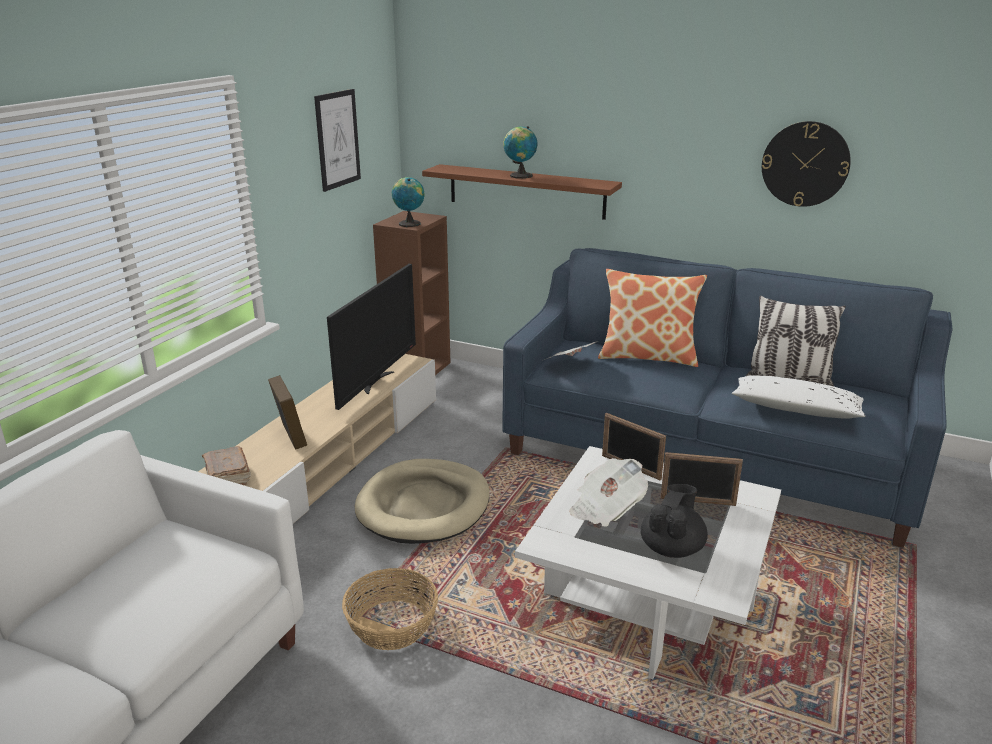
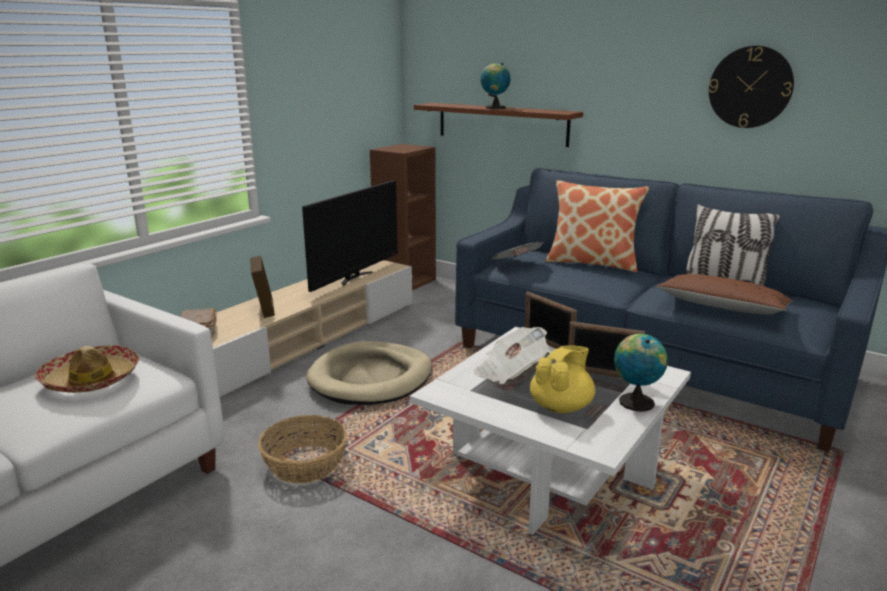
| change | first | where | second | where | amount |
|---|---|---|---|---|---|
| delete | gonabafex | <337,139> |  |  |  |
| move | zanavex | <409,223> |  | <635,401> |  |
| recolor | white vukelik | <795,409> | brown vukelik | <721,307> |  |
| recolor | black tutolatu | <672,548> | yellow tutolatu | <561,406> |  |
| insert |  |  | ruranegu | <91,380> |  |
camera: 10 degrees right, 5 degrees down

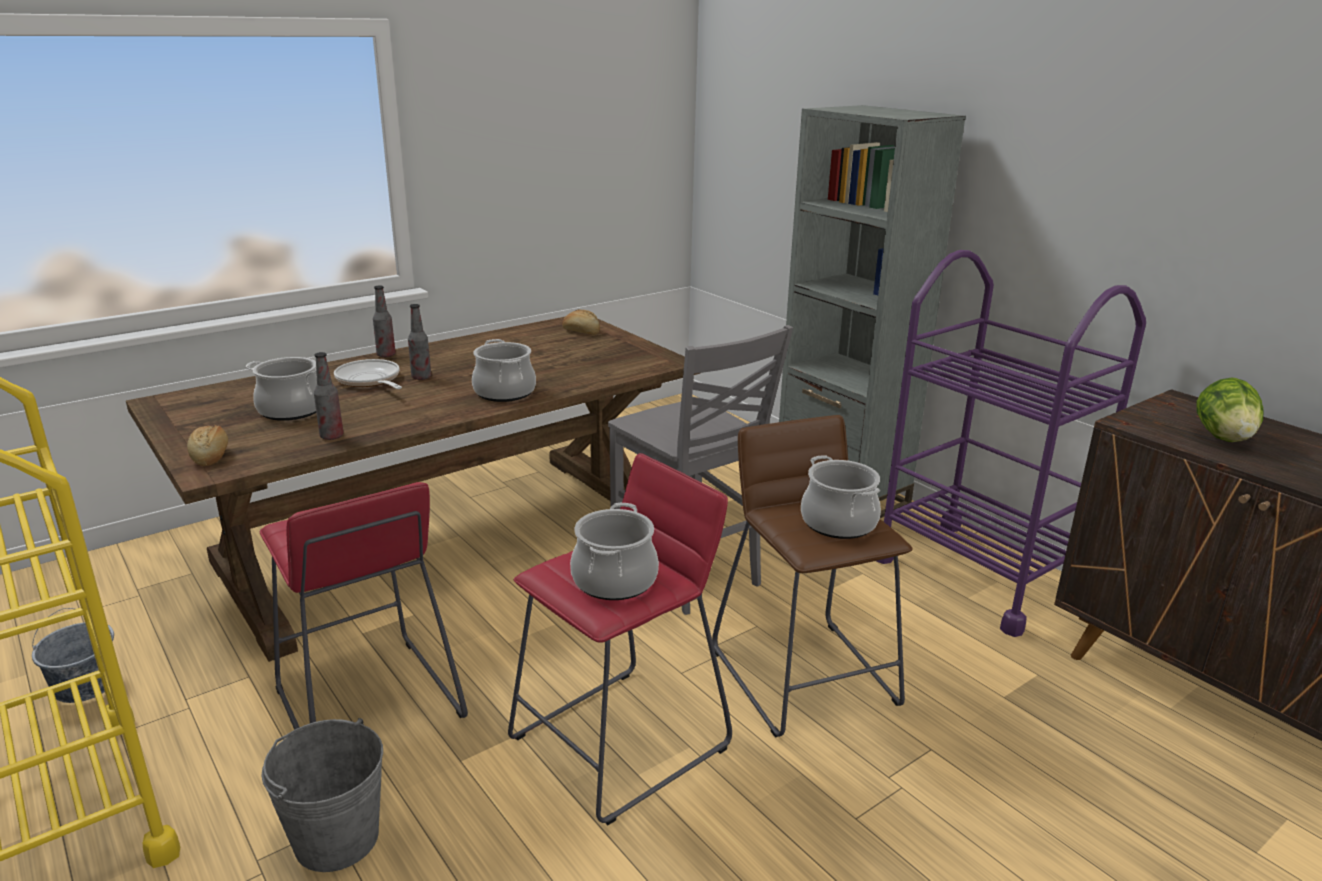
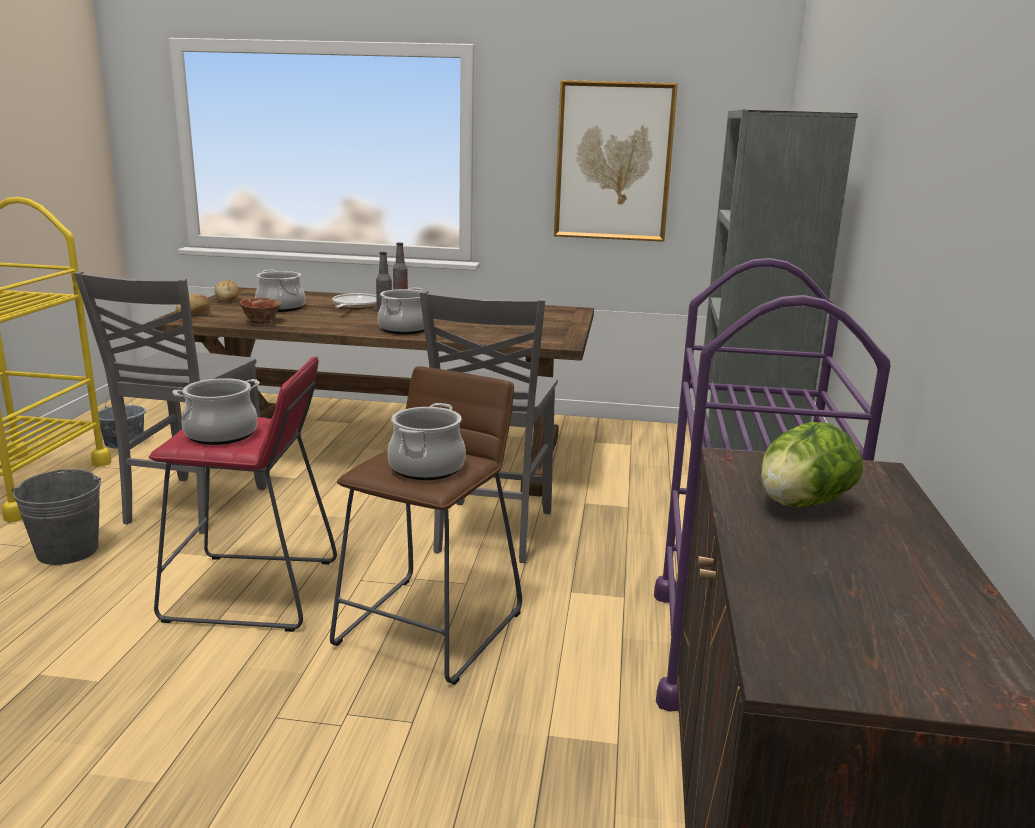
| change | first | where | second | where | amount |
|---|---|---|---|---|---|
| move | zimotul | <581,331> |  | <227,299> |  |
| replace | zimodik | <332,436> | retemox | <261,322> |  |
| replace | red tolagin | <368,704> | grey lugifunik | <192,506> |  |
| insert |  |  | gonabafex | <613,162> |  |
camera: 45 degrees right, 5 degrees down

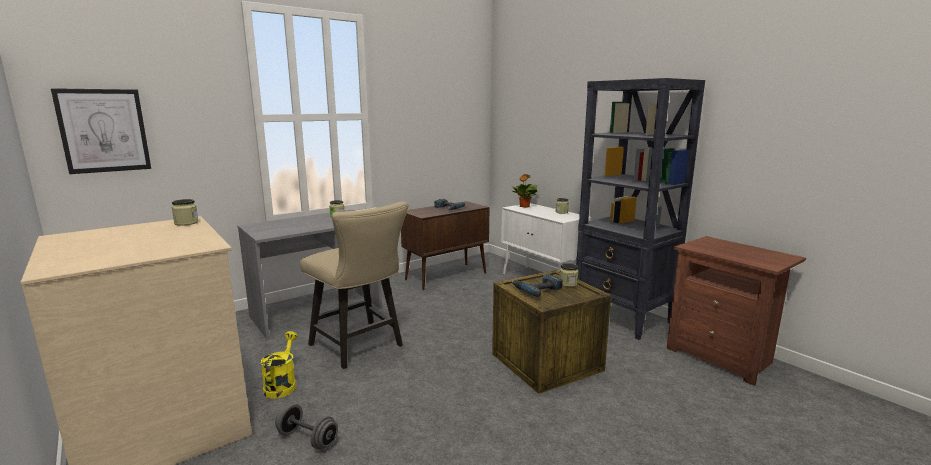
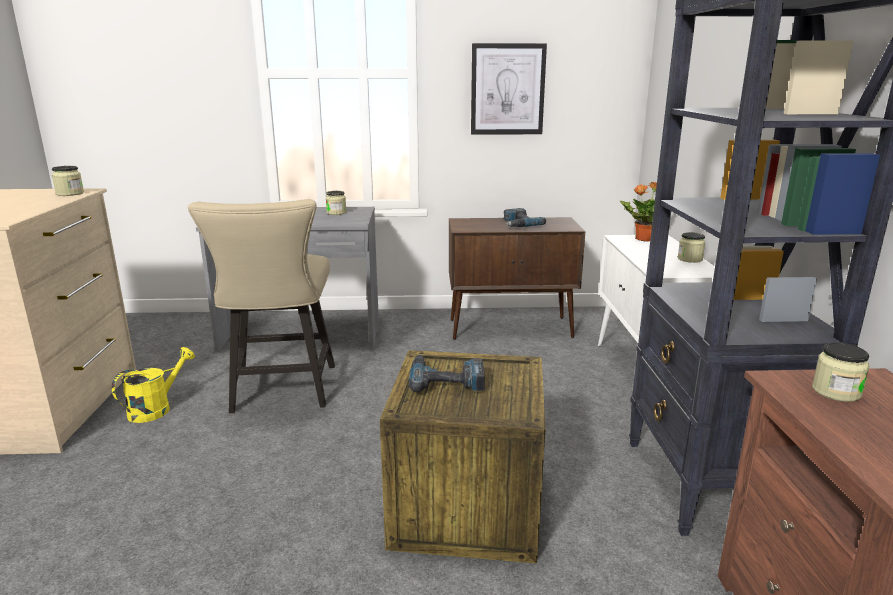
| change | first | where | second | where | amount |
|---|---|---|---|---|---|
| move | gonabafex | <104,131> |  | <507,89> |  |
| move | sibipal | <568,284> |  | <836,392> |  |
| delete | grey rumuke | <307,439> |  |  |  |
camera: 35 degrees right, 5 degrees up

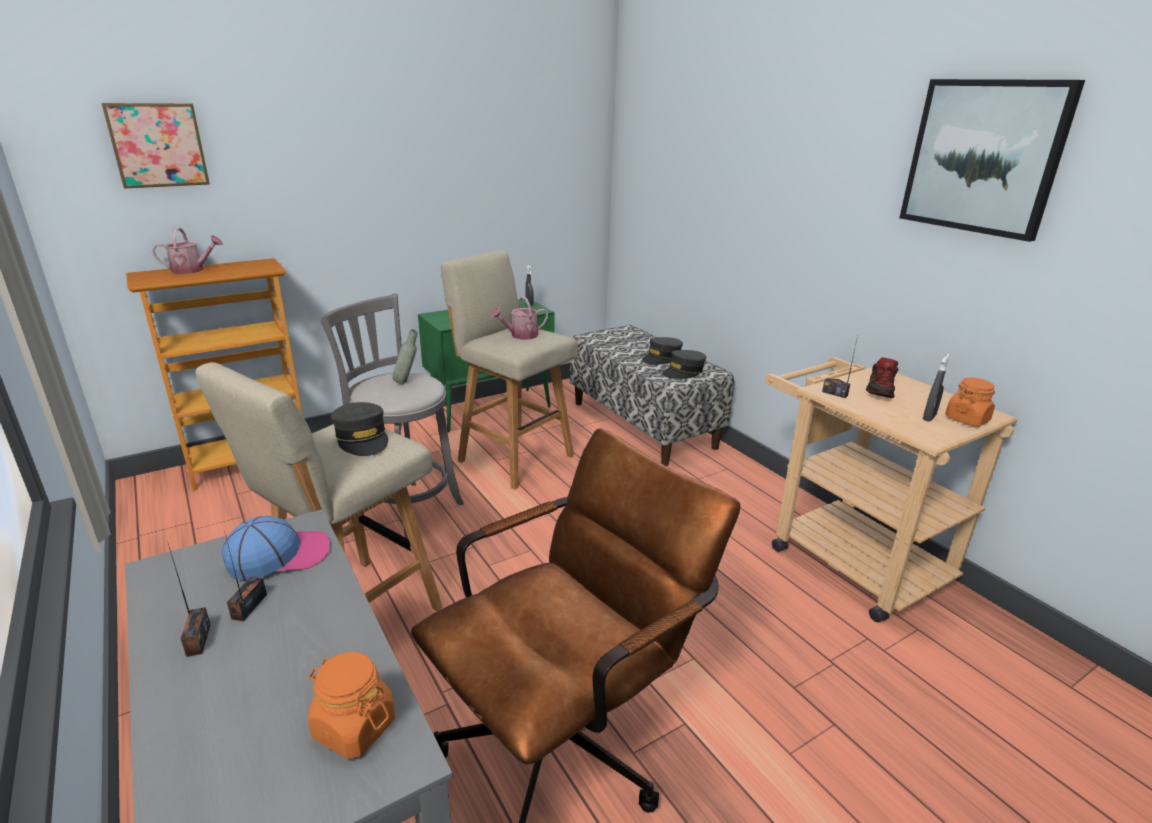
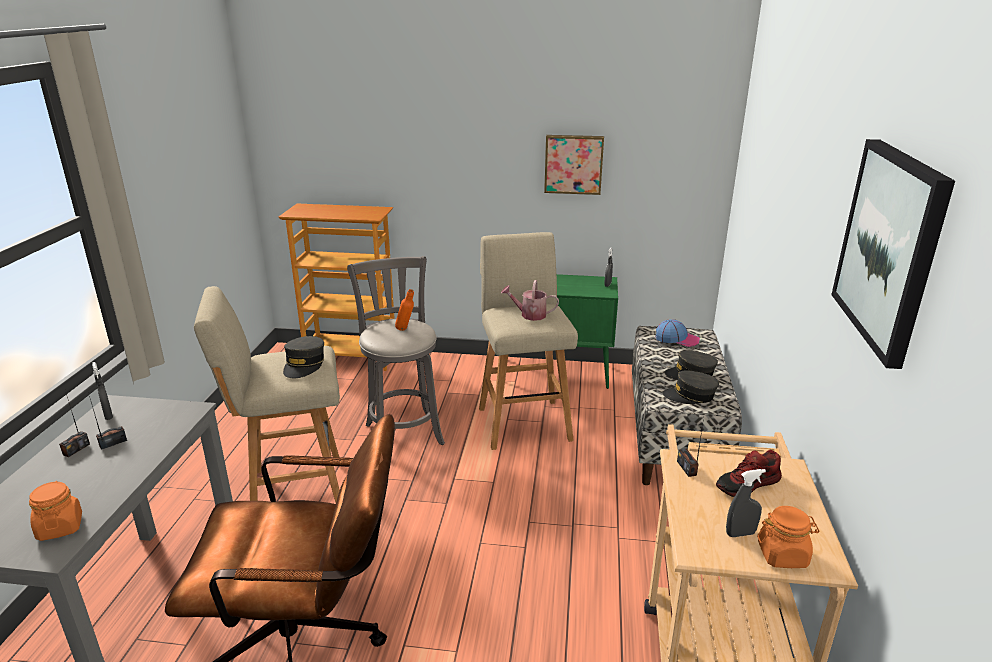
| change | first | where | second | where | amount |
|---|---|---|---|---|---|
| move | gonabafex | <158,145> |  | <573,164> |  |
| delete | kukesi | <192,270> |  |  |  |
| recolor | grey zimodik | <407,382> | orange zimodik | <406,330> |  |
| move | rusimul | <279,555> |  | <677,339> |  |
| insert |  |  | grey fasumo | <108,415> |  |
camera: 40 degrees right, 0 degrees up

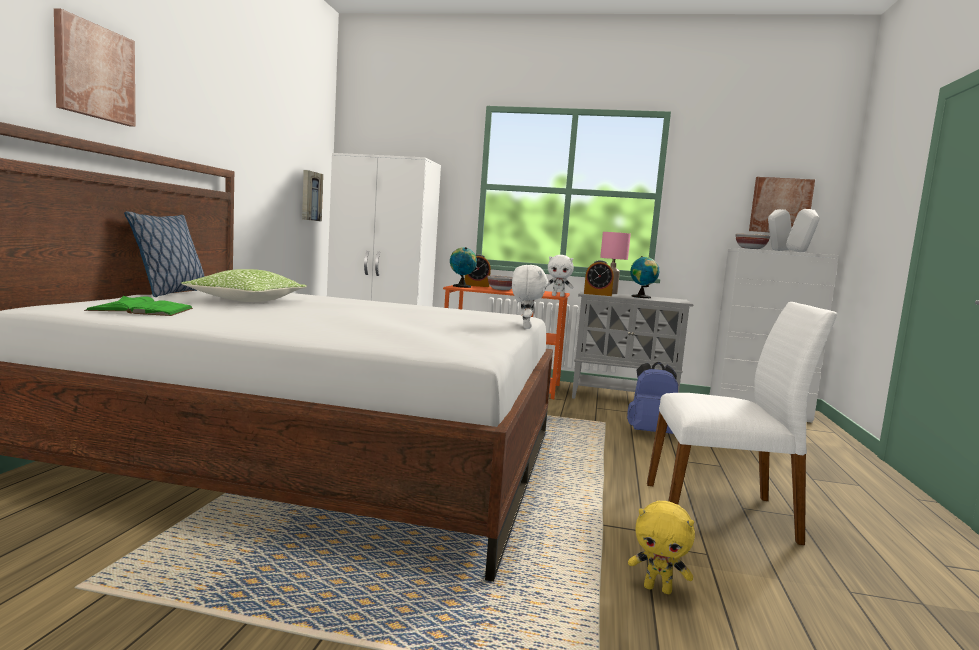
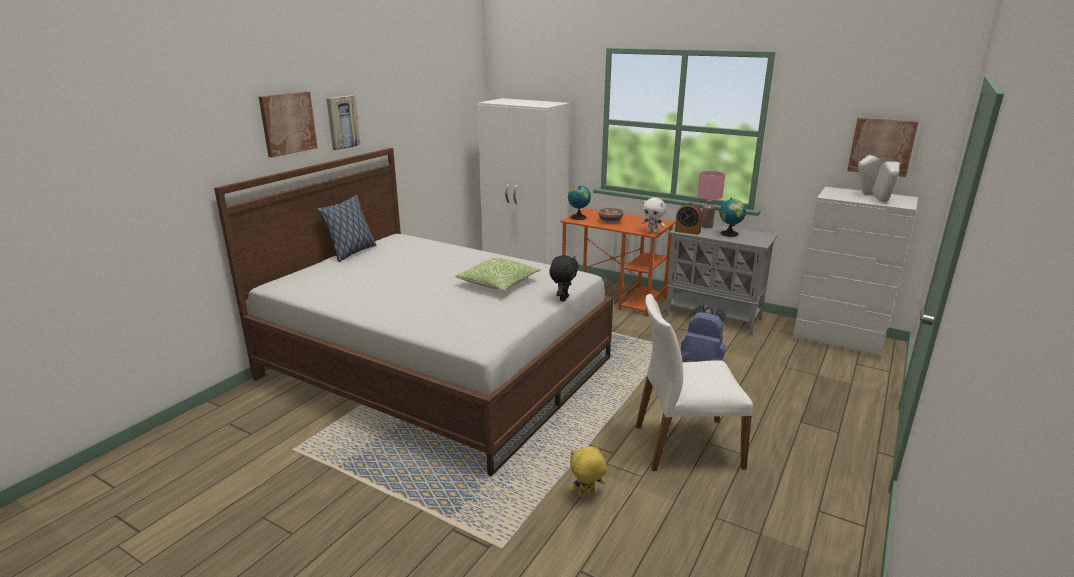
| change | first | where | second | where | amount |
|---|---|---|---|---|---|
| move | gonabafex | <310,196> |  | <342,122> |  |
| delete | retemox | <750,248> |  |  |  |
| delete | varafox | <476,286> |  |  |  |
| recolor | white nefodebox | <525,327> | black nefodebox | <563,298> |  |
| move | vukelik | <246,300> |  | <498,283> |  |
| delete | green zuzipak | <141,309> |  |  |  |
| rotate | white lugifunik | <721,513> |  | <685,445> | 150 degrees clockwise |
| rotate | yellow nefodebox | <658,589> |  | <586,495> | 120 degrees clockwise |
camera: 20 degrees right, 15 degrees up

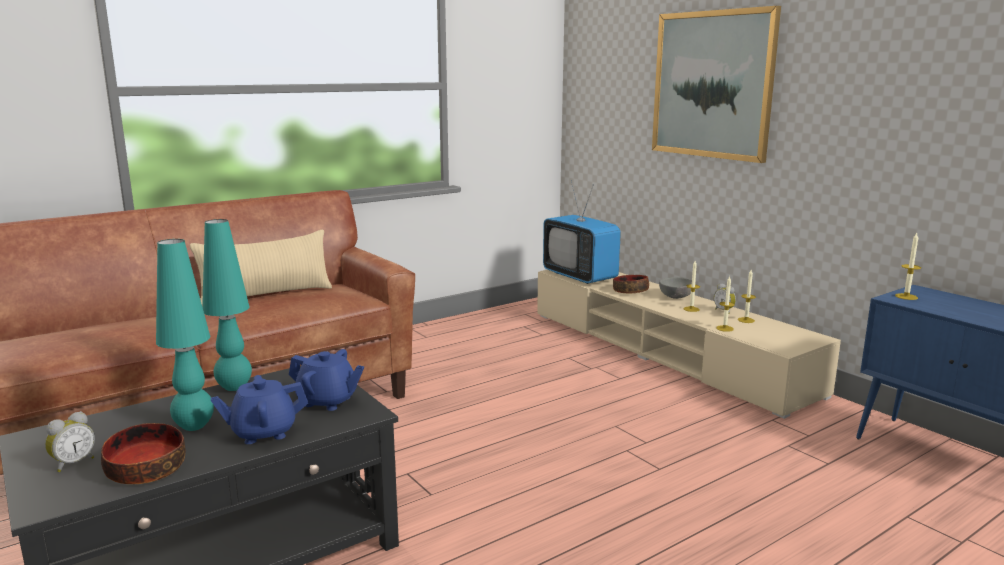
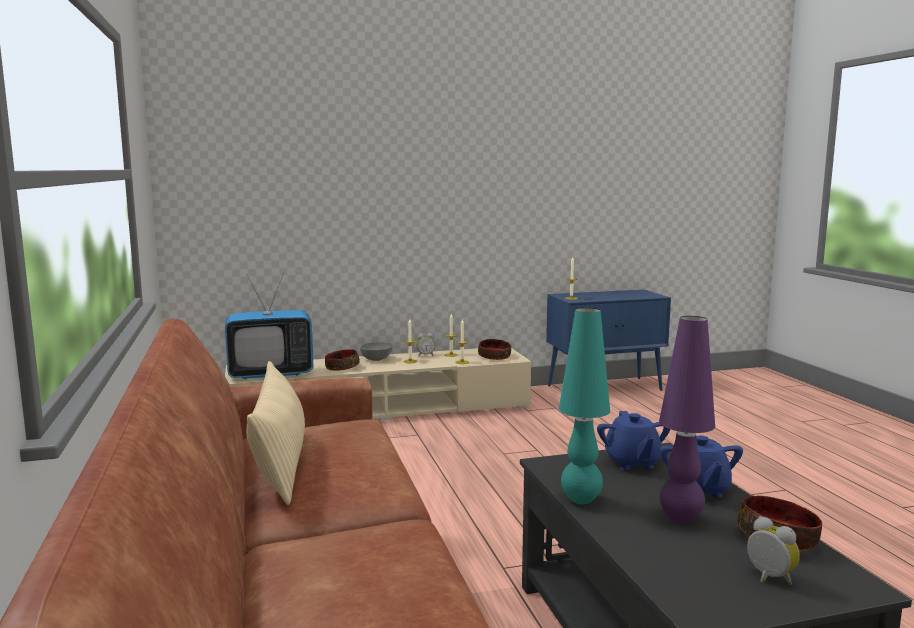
| change | first | where | second | where | amount |
|---|---|---|---|---|---|
| delete | gonabafex | <712,85> |  |  |  |
| recolor | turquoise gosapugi | <194,426> | purple gosapugi | <680,519> |  |
| rotate | blue tutolatu | <327,401> |  | <632,462> | 135 degrees clockwise |
| insert |  |  | retemox | <494,357> |  |
camera: 70 degrees left, 5 degrees down

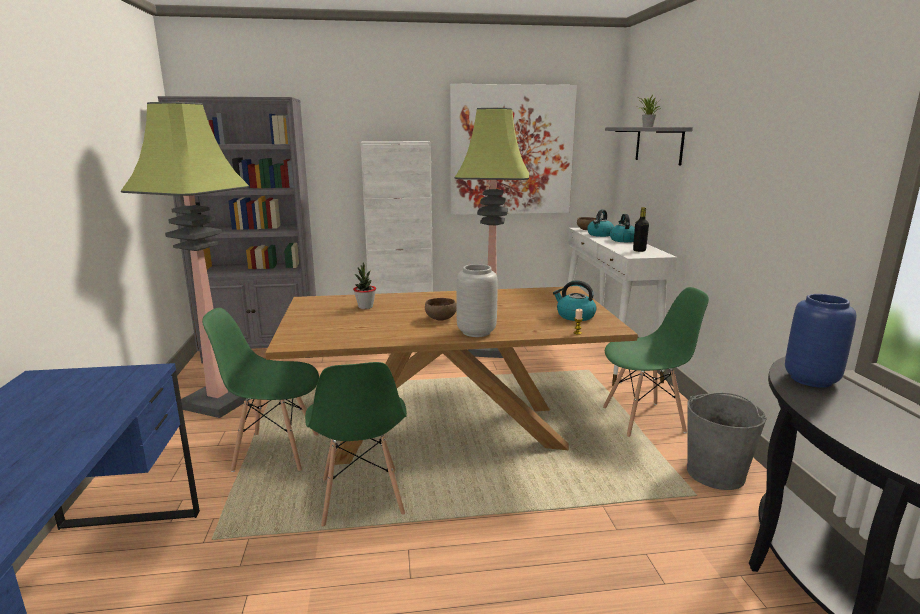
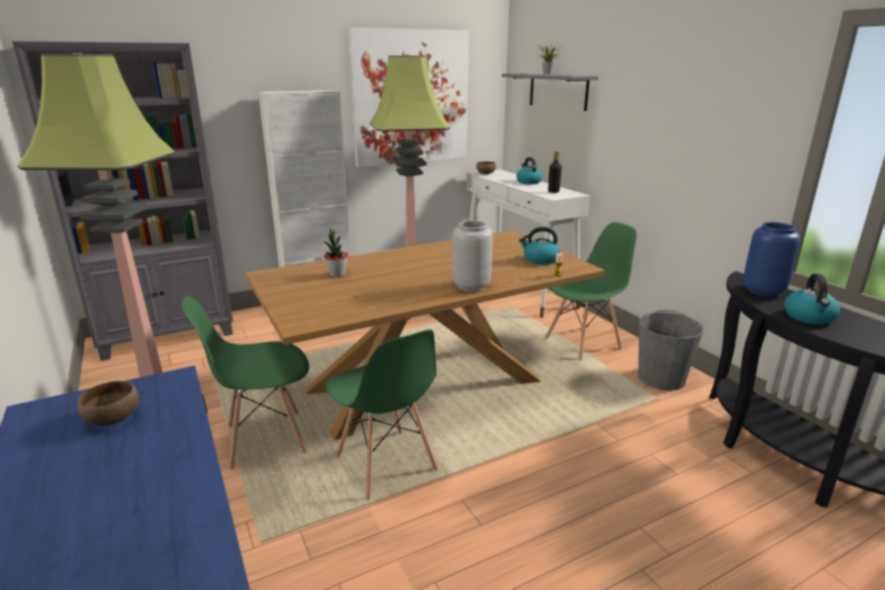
| change | first | where | second | where | amount |
|---|---|---|---|---|---|
| move | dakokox | <600,235> |  | <809,317> |  |
| move | brown retemox | <440,318> |  | <112,418> |  |
camera: 20 degrees left, 5 degrees up

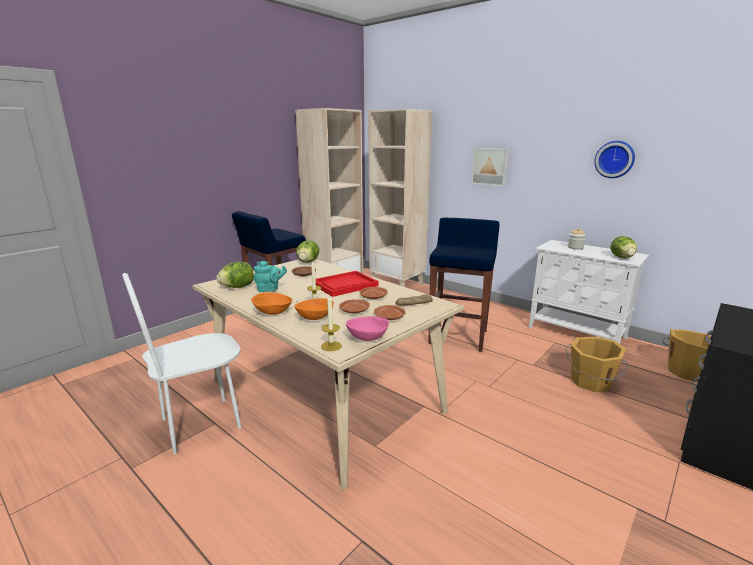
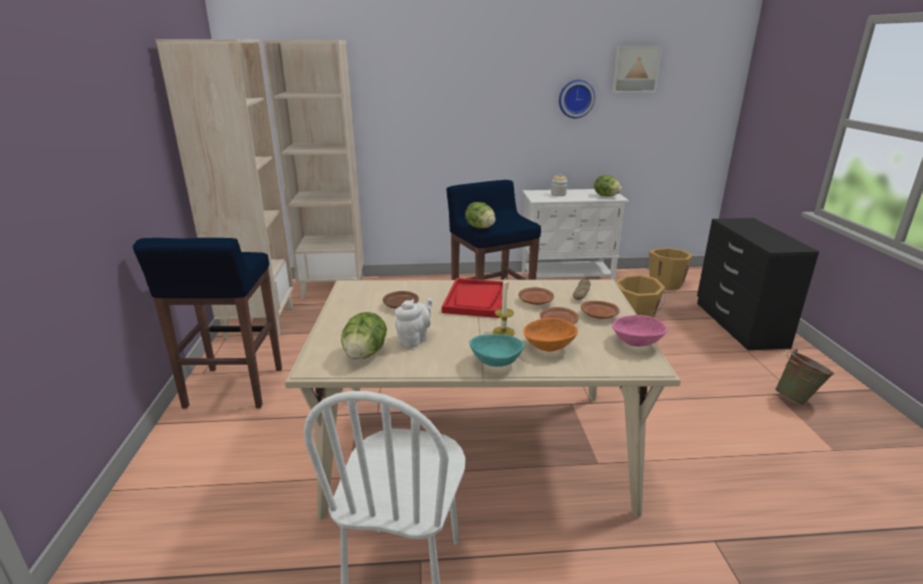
| change | first | where | second | where | amount |
|---|---|---|---|---|---|
| move | gonabafex | <490,166> |  | <635,69> |  |
| move | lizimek | <308,262> |  | <480,228> |  |
| recolor | turquoise tutolatu | <270,290> | white tutolatu | <414,339> |  |
| recolor | orange retemox | <273,313> | turquoise retemox | <496,363> |  |
| delete | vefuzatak | <331,346> |  |  |  |
| insert |  |  | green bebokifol | <797,399> |  |
camera: 45 degrees left, 5 degrees up

